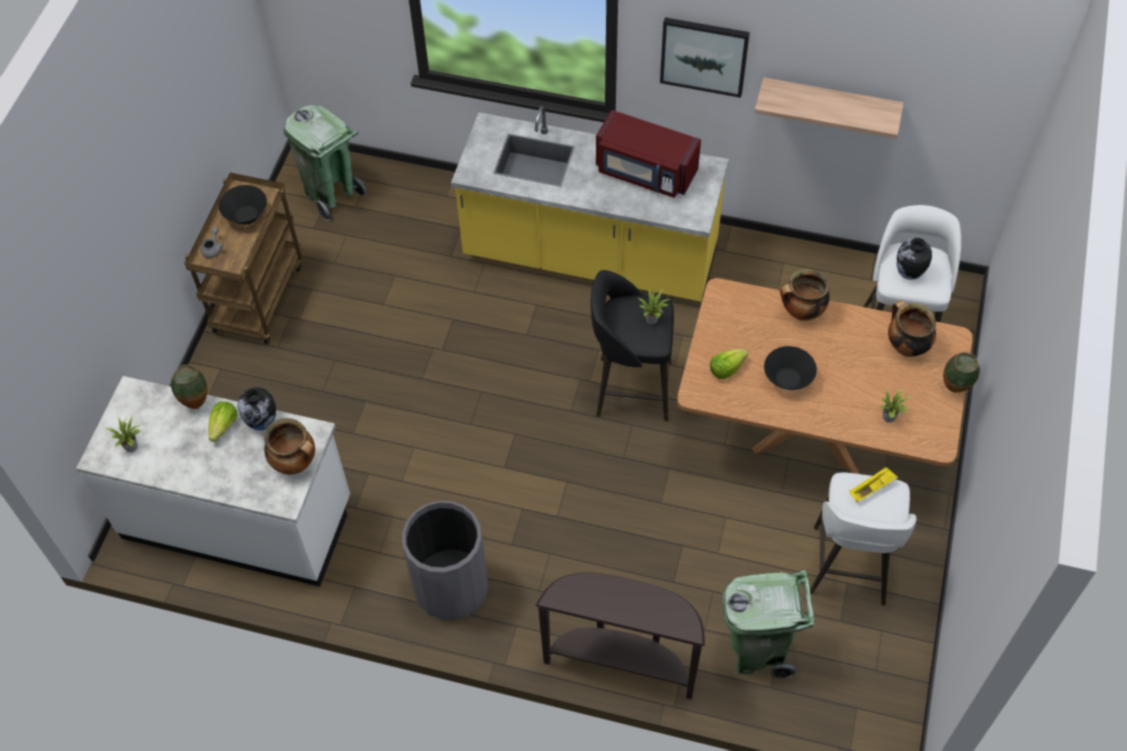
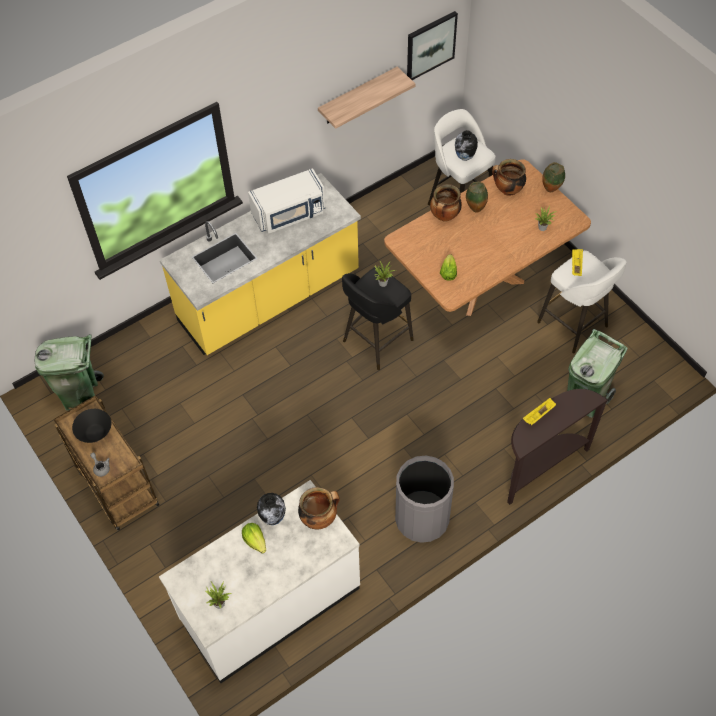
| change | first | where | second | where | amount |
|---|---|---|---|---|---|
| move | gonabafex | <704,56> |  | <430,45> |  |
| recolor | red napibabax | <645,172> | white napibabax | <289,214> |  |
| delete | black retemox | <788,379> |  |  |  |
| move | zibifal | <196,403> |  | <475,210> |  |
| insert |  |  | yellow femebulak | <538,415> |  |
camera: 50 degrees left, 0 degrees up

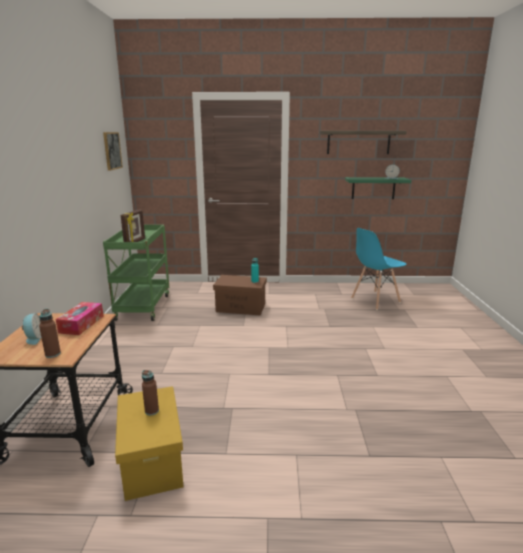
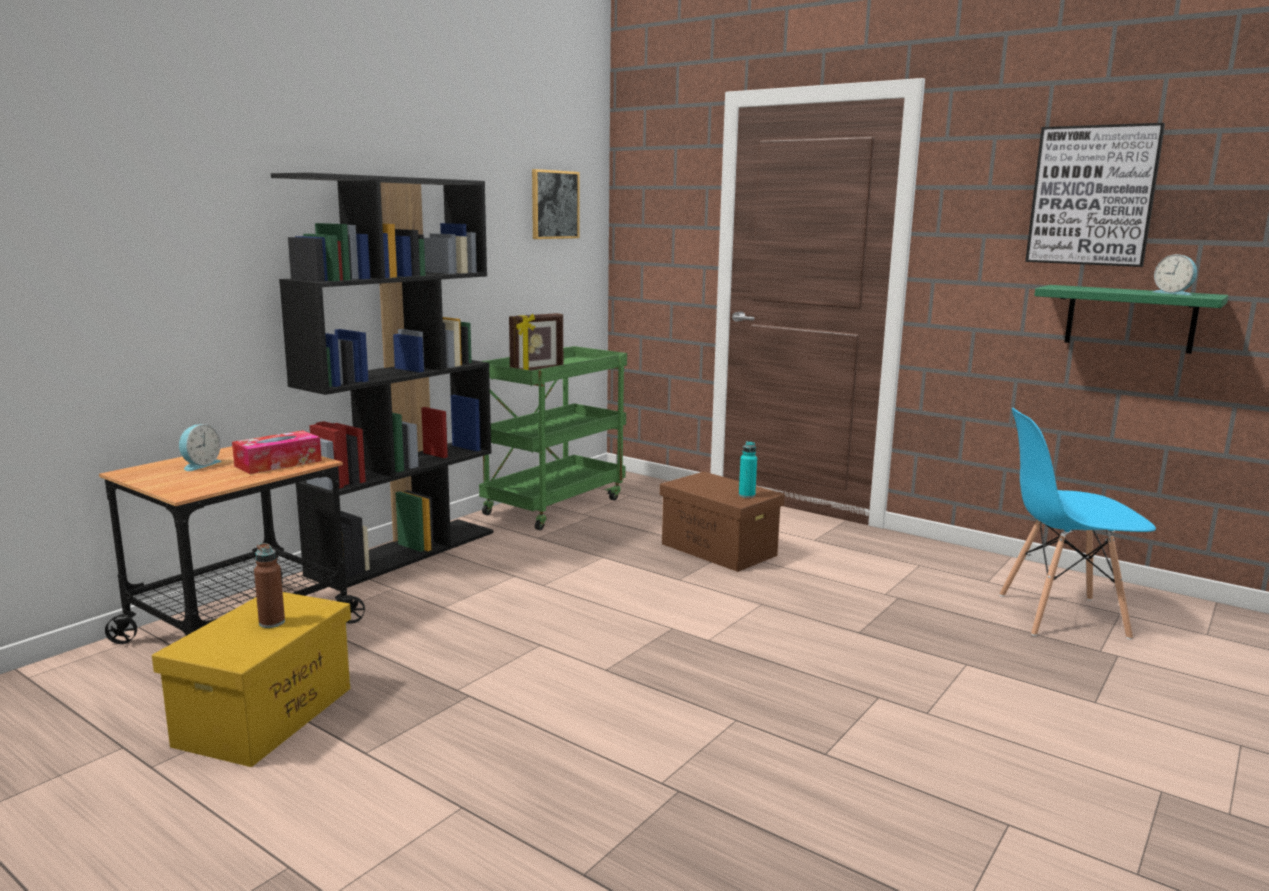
| change | first | where | second | where | amount |
|---|---|---|---|---|---|
| replace | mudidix | <358,142> | gonabafex | <1092,196> |  |
| delete | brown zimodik | <53,354> |  |  |  |
| insert |  |  | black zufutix | <404,552> |  |
camera: 35 degrees right, 5 degrees down

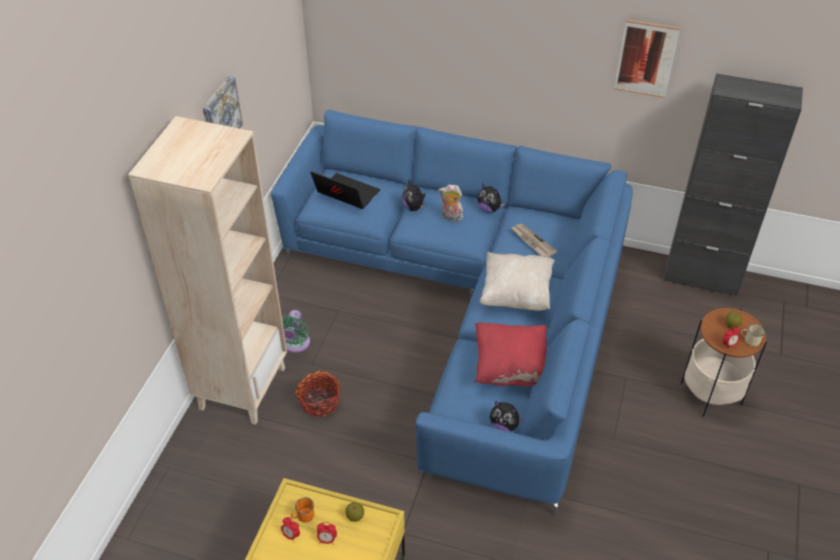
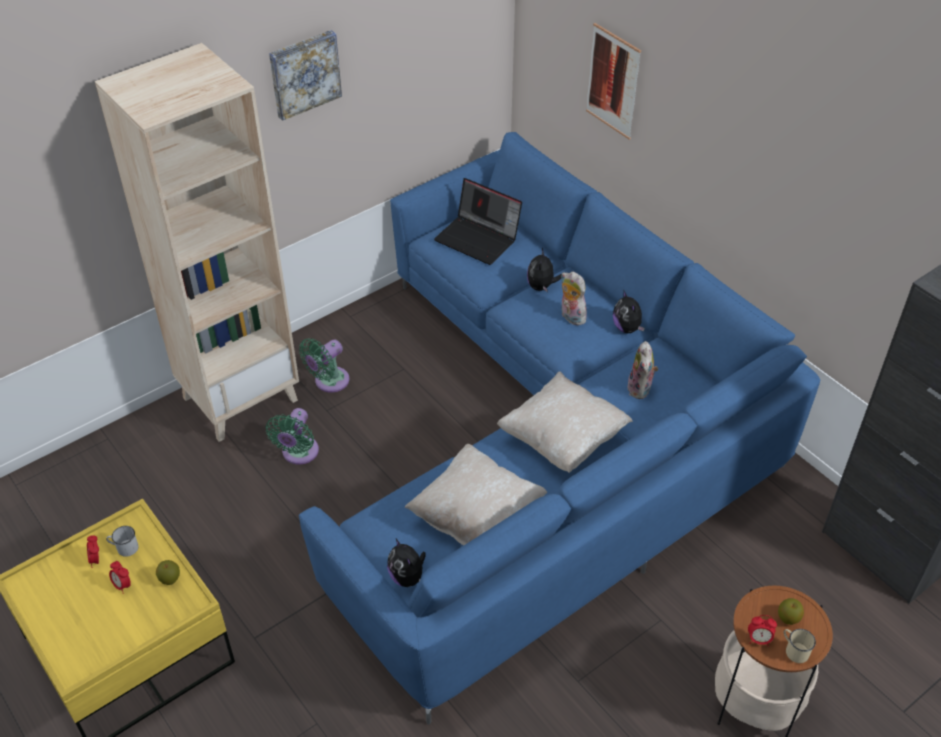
| change | first | where | second | where | amount |
|---|---|---|---|---|---|
| move | gonabafex | <646,59> |  | <613,81> |  |
| rotate | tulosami | <345,194> |  | <479,239> | 150 degrees clockwise |
| replace | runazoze | <532,242> | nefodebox | <641,389> |  |
| recolor | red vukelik | <510,367> | beige vukelik | <476,517> |  |
| replace | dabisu | <319,402> | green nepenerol | <298,454> |  |
| recolor | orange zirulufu | <303,516> | white zirulufu | <124,548> |  |
camera: 35 degrees right, 0 degrees up

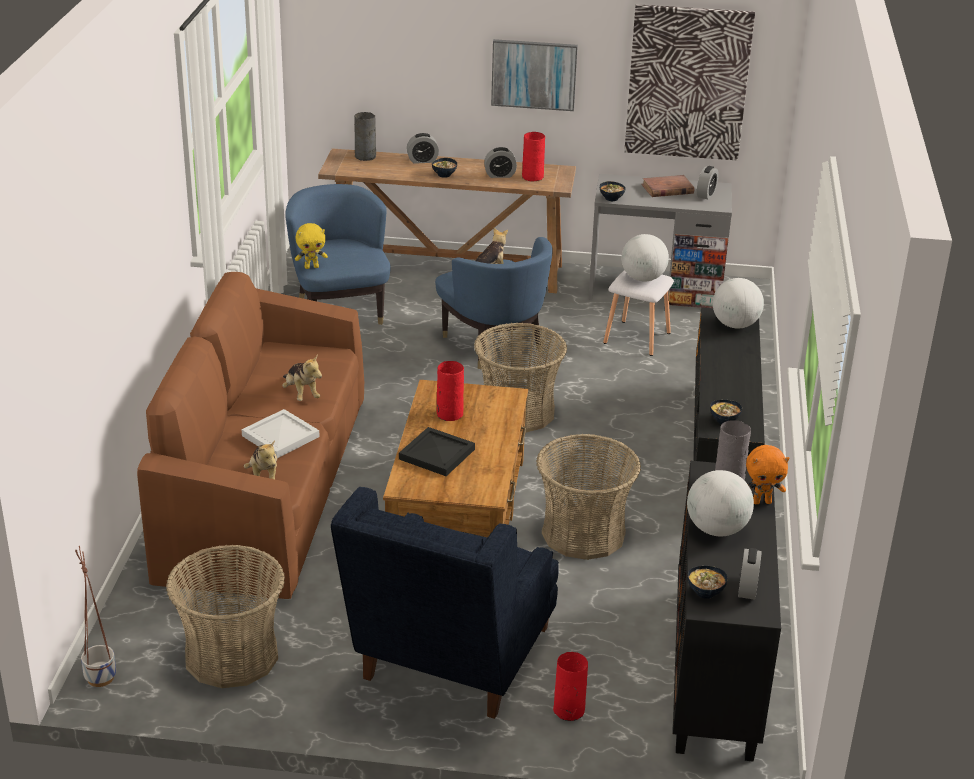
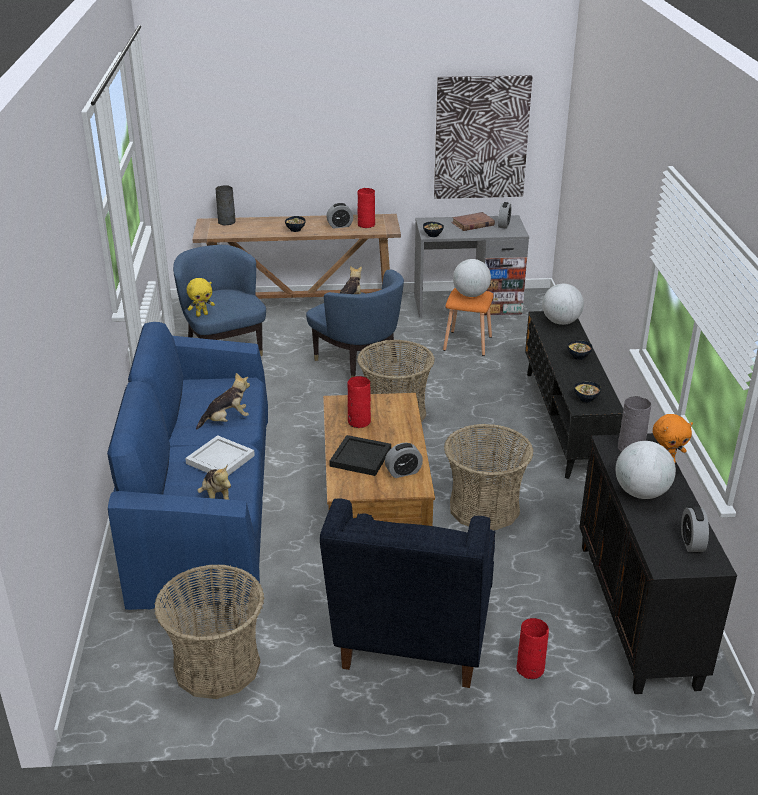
| change | first | where | second | where | amount |
|---|---|---|---|---|---|
| delete | gonabafex | <534,74> |  |  |  |
| move | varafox | <422,160> |  | <403,472> |  |
| recolor | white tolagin | <635,338> | orange tolagin | <466,343> |  |
| recolor | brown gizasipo | <266,489> | blue gizasipo | <205,506> |  |
| rotate | nefodebox | <301,394> |  | <226,420> | 75 degrees counterclockwise |
| delete | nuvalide | <100,678> |  |  |  |
| move | retemox | <706,593> |  | <579,357> |  |
camera: 10 degrees left, 0 degrees up

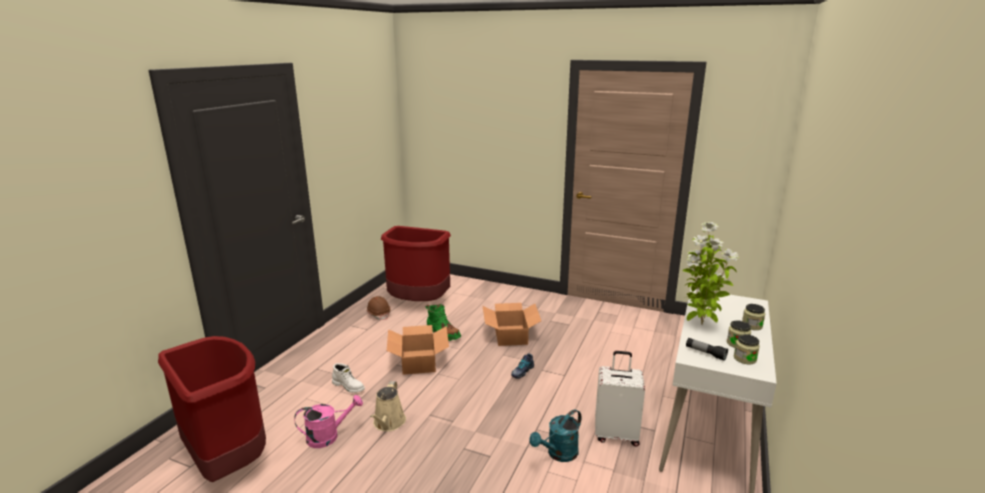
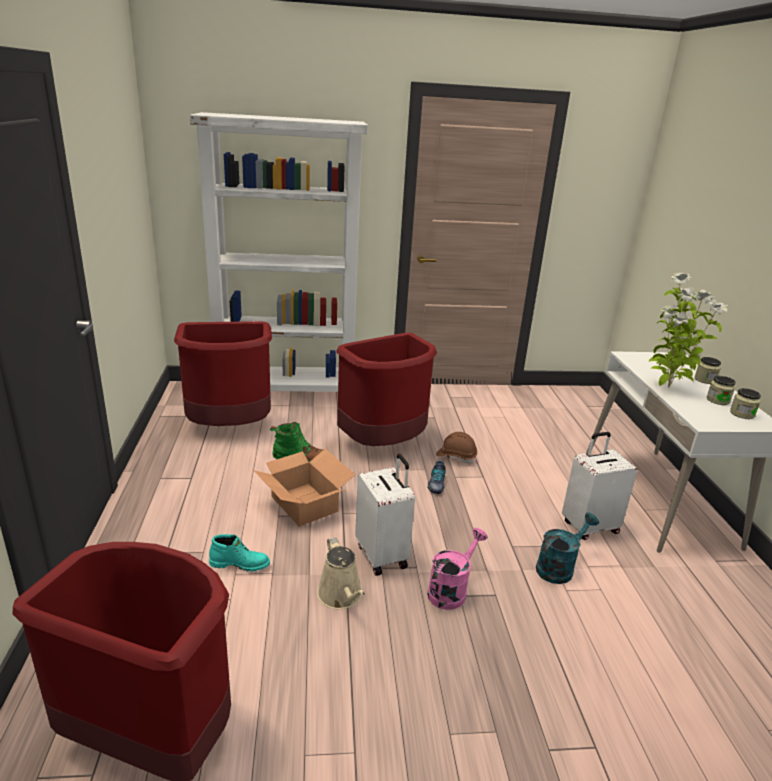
| change | first | where | second | where | amount |
|---|---|---|---|---|---|
| move | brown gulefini | <378,314> |  | <456,457> |  |
| replace | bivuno | <511,335> | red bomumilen | <384,443> |  |
| delete | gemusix | <705,353> |  |  |  |
| recolor | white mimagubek | <349,386> | turquoise mimagubek | <240,564> |  |
| move | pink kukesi | <328,436> |  | <451,590> |  |
| rotate | turquoise kukesi | <558,454> |  | <559,567> | 150 degrees counterclockwise |
| insert |  |  | white zufutix | <287,394> |  |
| insert |  |  | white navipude | <383,555> |  |
camera: 30 degrees left, 5 degrees up

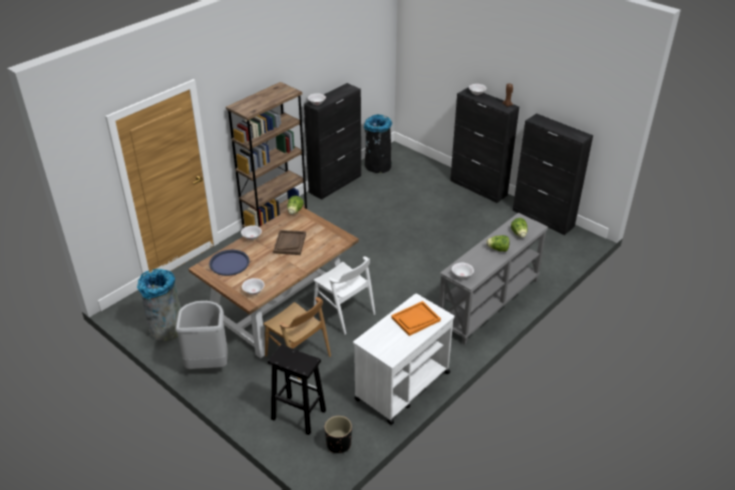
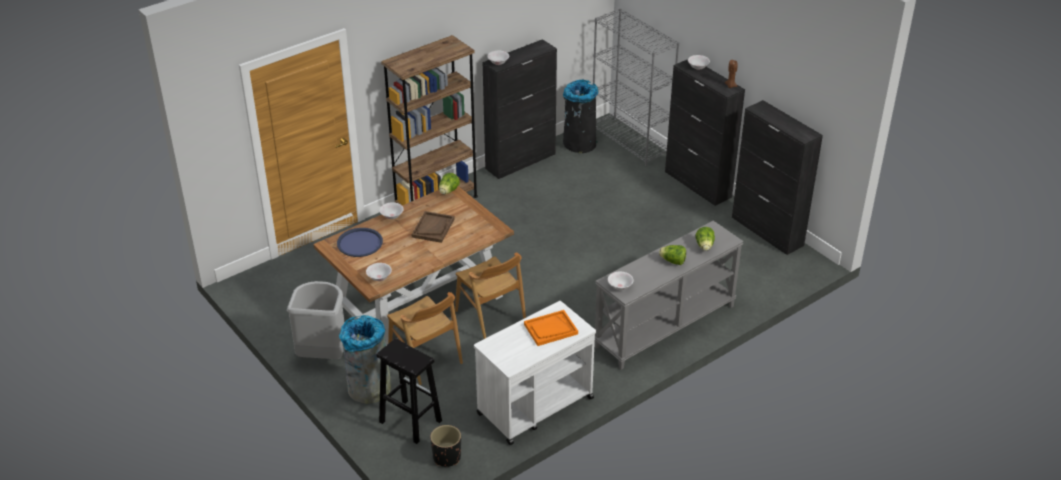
| change | first | where | second | where | amount |
|---|---|---|---|---|---|
| recolor | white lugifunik | <344,313> | brown lugifunik | <490,317> |  |
| move | grey bomumilen | <166,329> |  | <368,389> |  |
| insert |  |  | grey zufutix | <630,142> |  |
camera: 10 degrees right, 0 degrees up

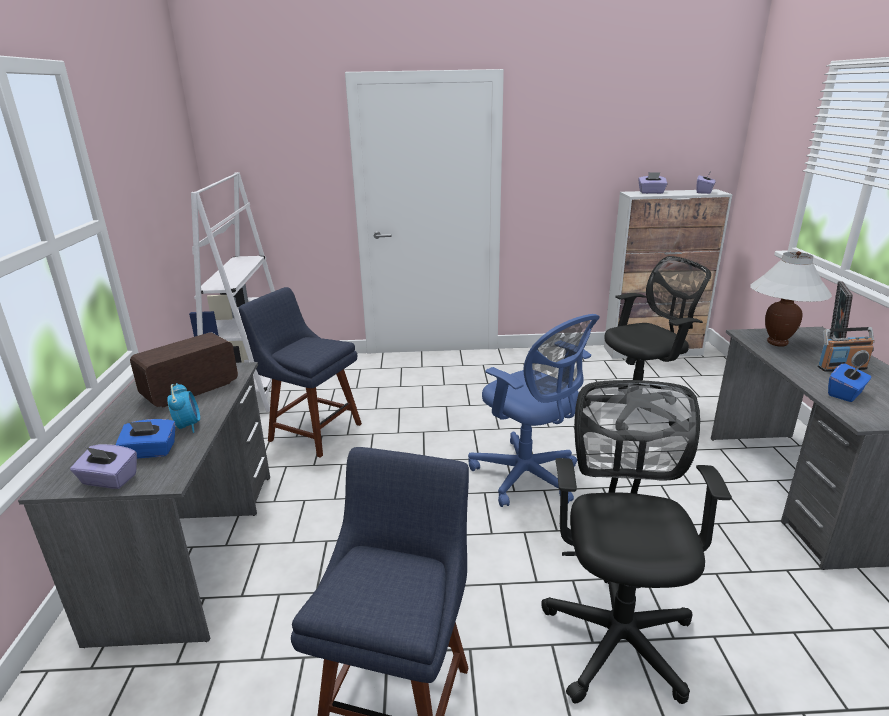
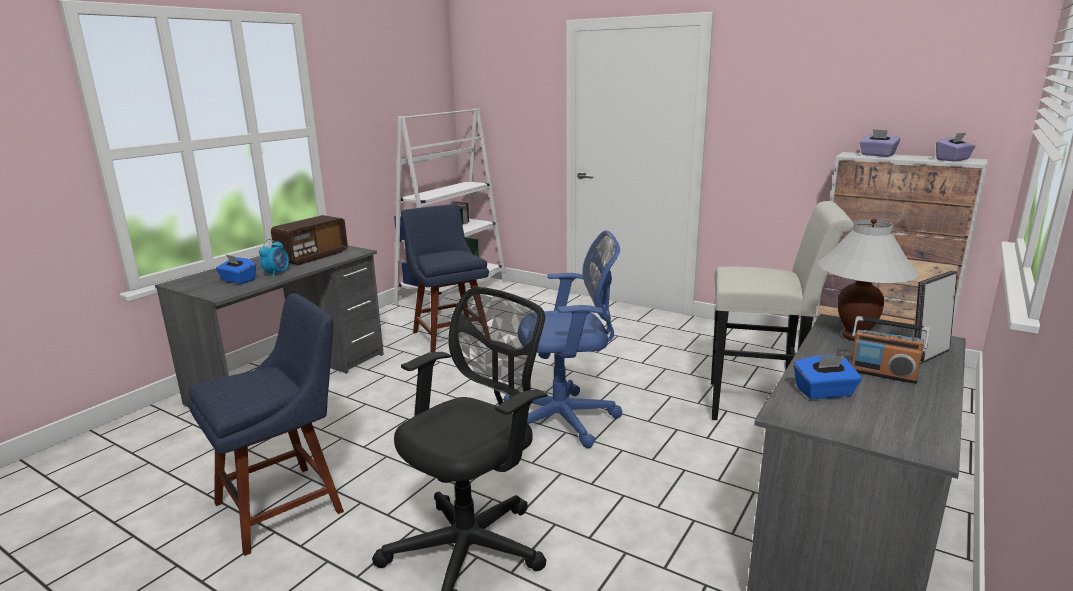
| change | first | where | second | where | amount |
|---|---|---|---|---|---|
| replace | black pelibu | <637,411> | white tolagin | <761,405> |  |
| rotate | blue pelibu | <528,477> |  | <565,419> | 90 degrees counterclockwise |
| rotate | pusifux | <191,390> |  | <312,256> | 135 degrees clockwise |
| delete | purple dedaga | <109,480> |  |  |  |
camera: 35 degrees right, 5 degrees down

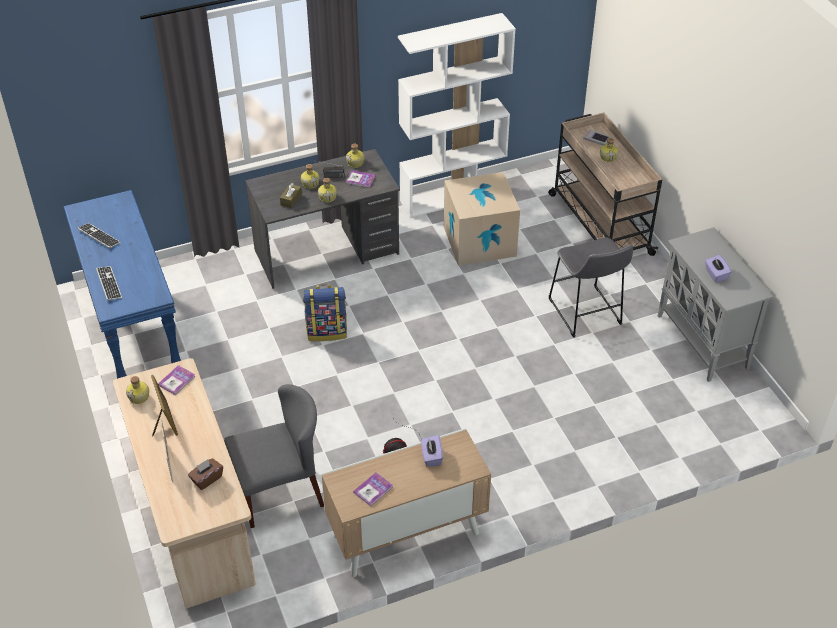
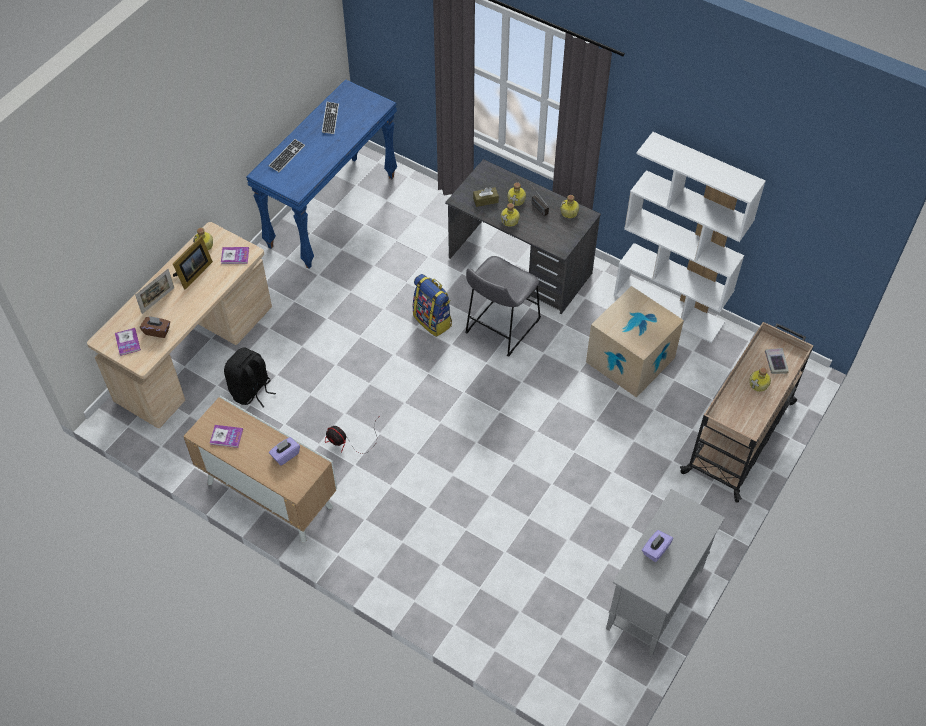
| change | first | where | second | where | amount |
|---|---|---|---|---|---|
| move | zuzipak | <360,180> |  | <127,342> |  |
| move | grey tolagin | <586,314> |  | <500,328> |  |
| replace | grey lugifunik | <279,492> | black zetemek | <251,391> |  |
camera: 55 degrees right, 10 degrees up

